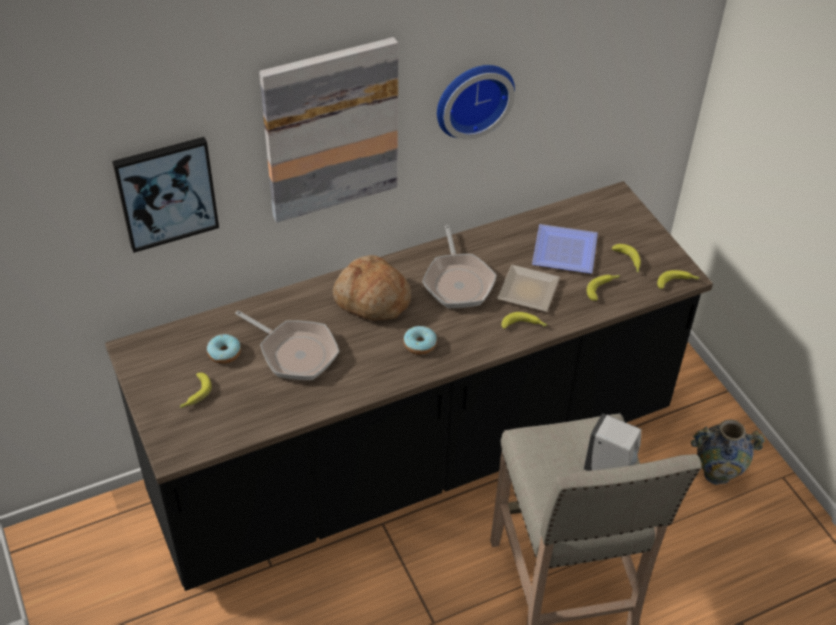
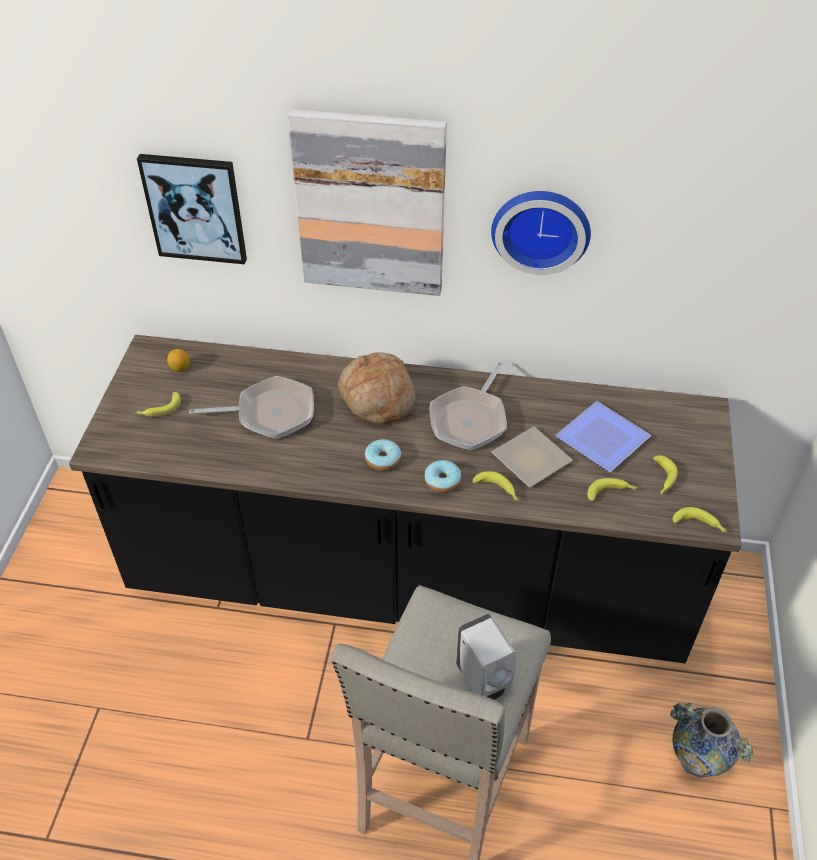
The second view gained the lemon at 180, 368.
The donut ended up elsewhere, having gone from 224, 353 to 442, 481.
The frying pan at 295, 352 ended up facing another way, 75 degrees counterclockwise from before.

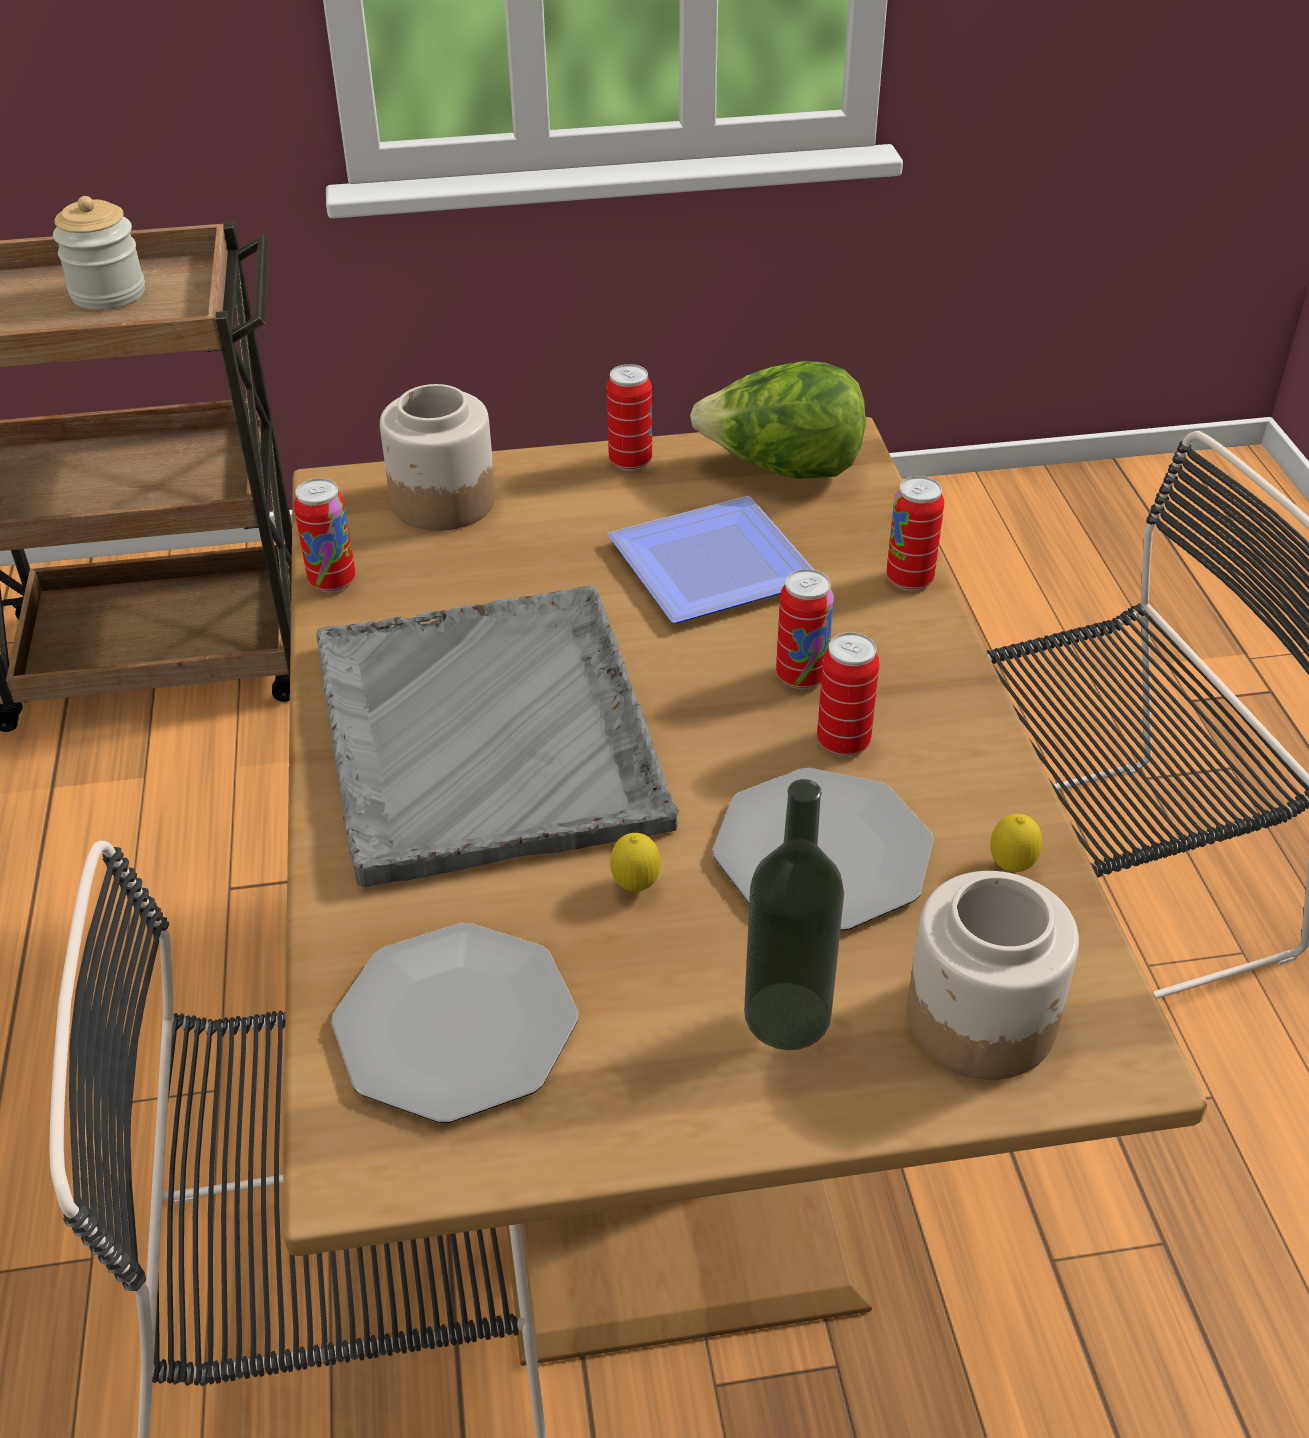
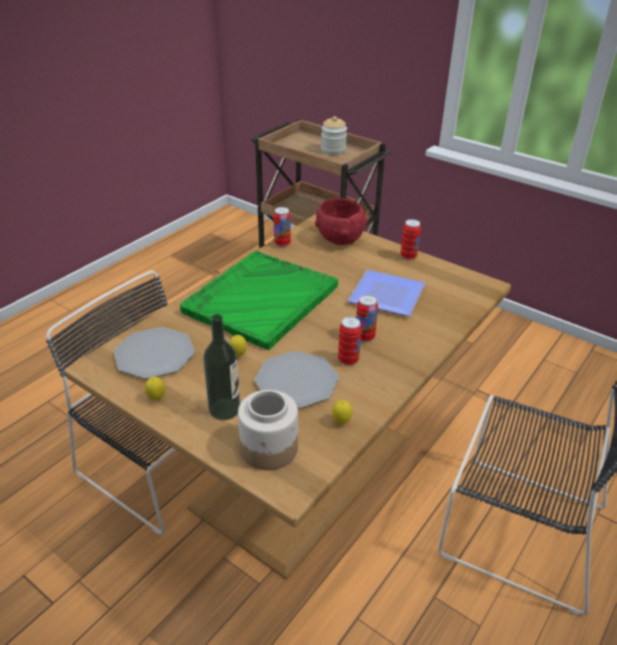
The second view lost the lettuce at 782, 470.
The second view lost the can at 909, 579.
The second view gained the lemon at 156, 398.
Where the jar stood at 442, 501, the bowl/red came to stand at 339, 239.
What was the tray/grey at 487, 737 turned into the tray/green at 260, 300.

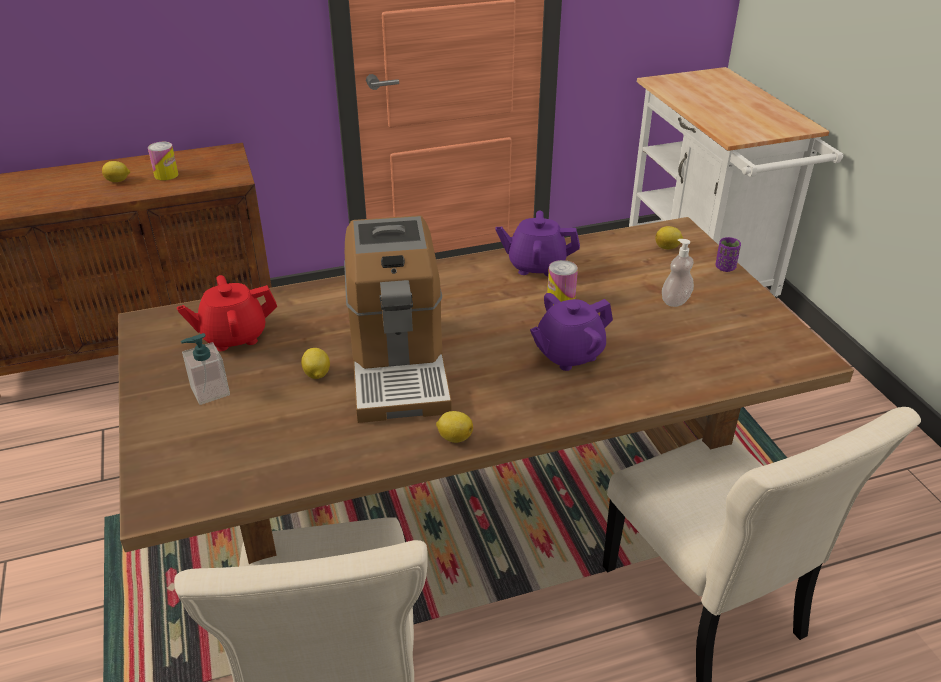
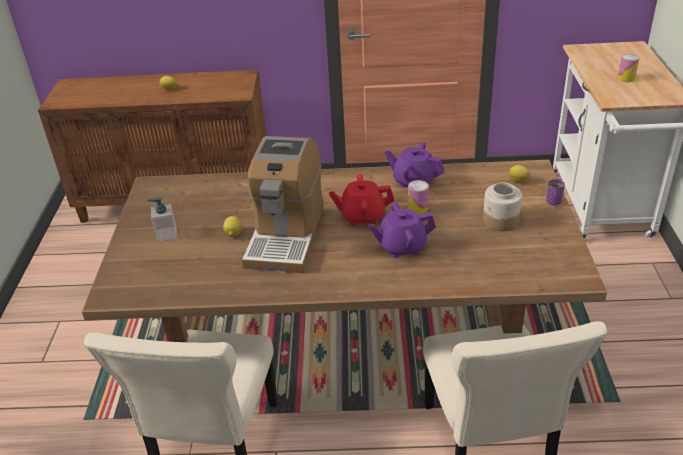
The second view lost the lemon at 454, 437.
The can ended up elsewhere, having gone from 166, 175 to 626, 78.
The teapot/red ended up elsewhere, having gone from 233, 336 to 362, 216.
Where the soap dispenser stood at 675, 301, the jar came to stand at 500, 221.

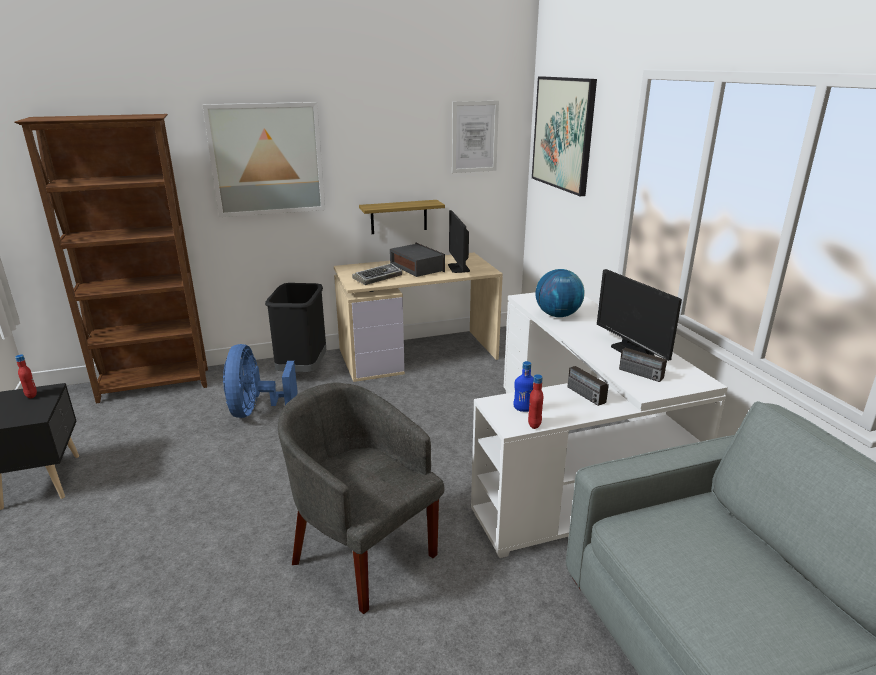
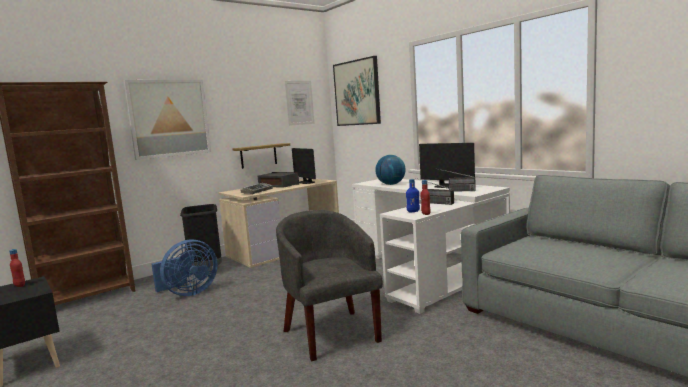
The fan/blue at 256, 410 ended up facing another way, 105 degrees counterclockwise from before.
The armchair/grey at 362, 553 ended up facing another way, 45 degrees clockwise from before.

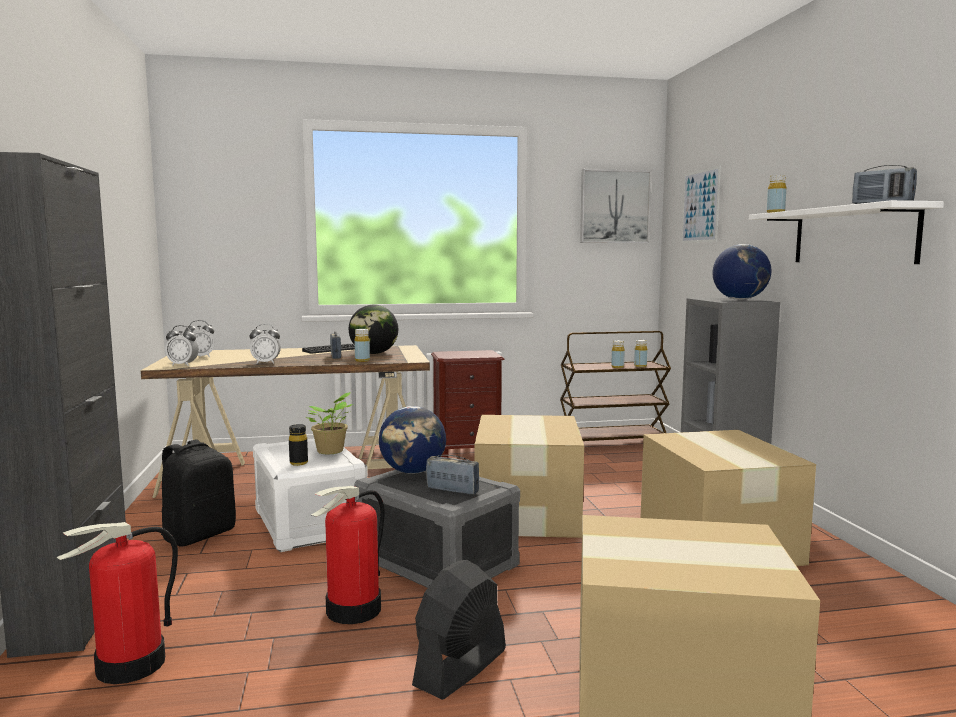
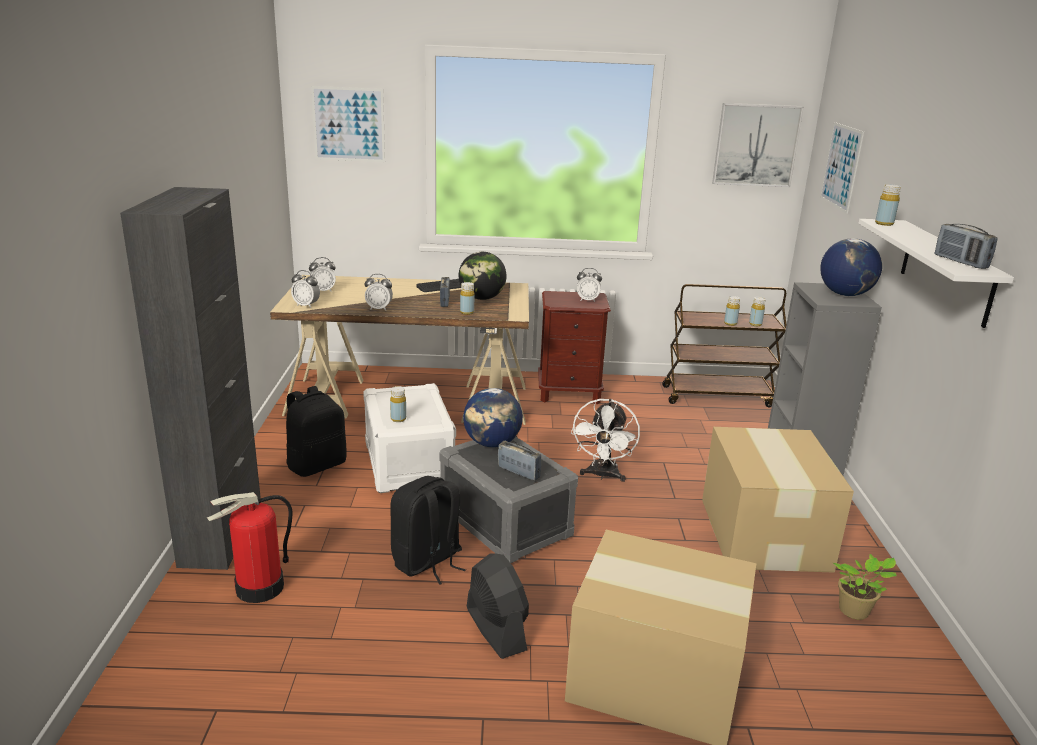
The second view gained the picture at 348, 124.
The second view gained the alarm clock at 587, 300.
The potted plant ended up elsewhere, having gone from 331, 451 to 856, 612.
Where the fire extinguisher stood at 354, 610, the backpack/black came to stand at 427, 562.
Where the cardboard box stood at 528, 512, the fan/white came to stand at 602, 475.
What was the bottle/black at 298, 463 turned into the bottle/yellow at 398, 419.
The fan/black at 460, 667 ended up facing another way, 105 degrees clockwise from before.

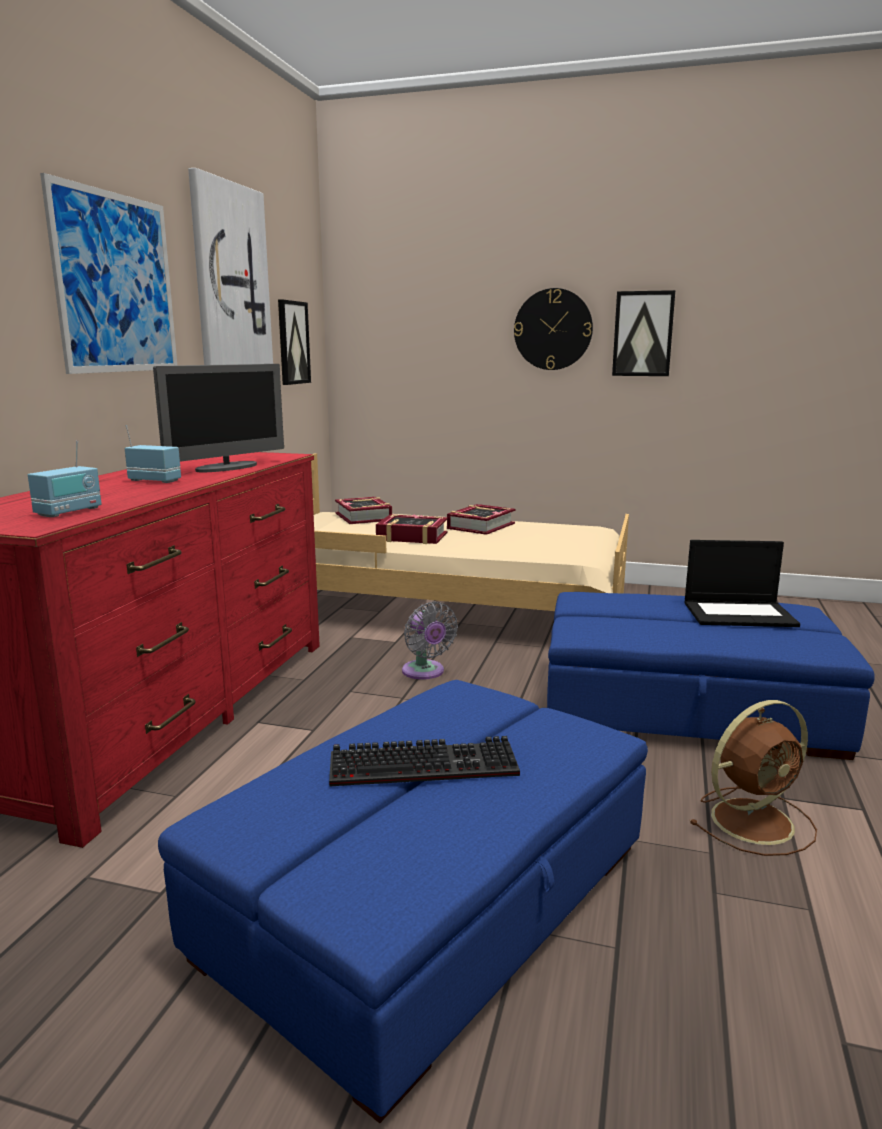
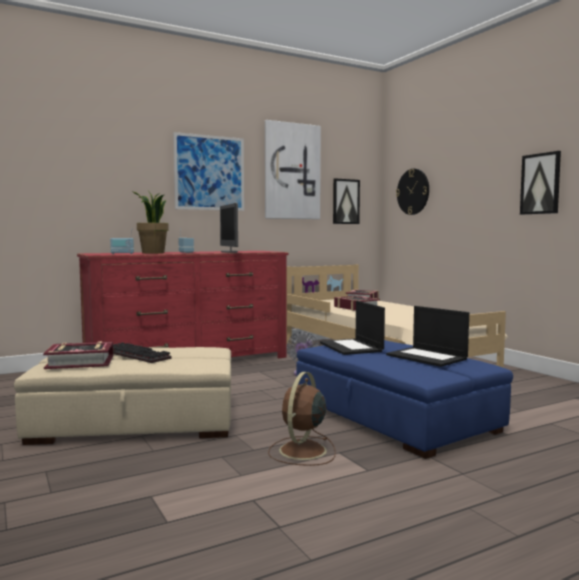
The second view gained the potted plant at 152, 253.
The second view gained the laptop at 352, 347.
The book ended up elsewhere, having gone from 480, 526 to 80, 362.
The wall clock ended up elsewhere, having gone from 553, 329 to 413, 191.
What was the ottoman/blue at 428, 899 turned into the ottoman/beige at 137, 420.
The monitor at 227, 467 ended up facing another way, 75 degrees clockwise from before.
The fan/brown at 755, 820 ended up facing another way, 90 degrees clockwise from before.

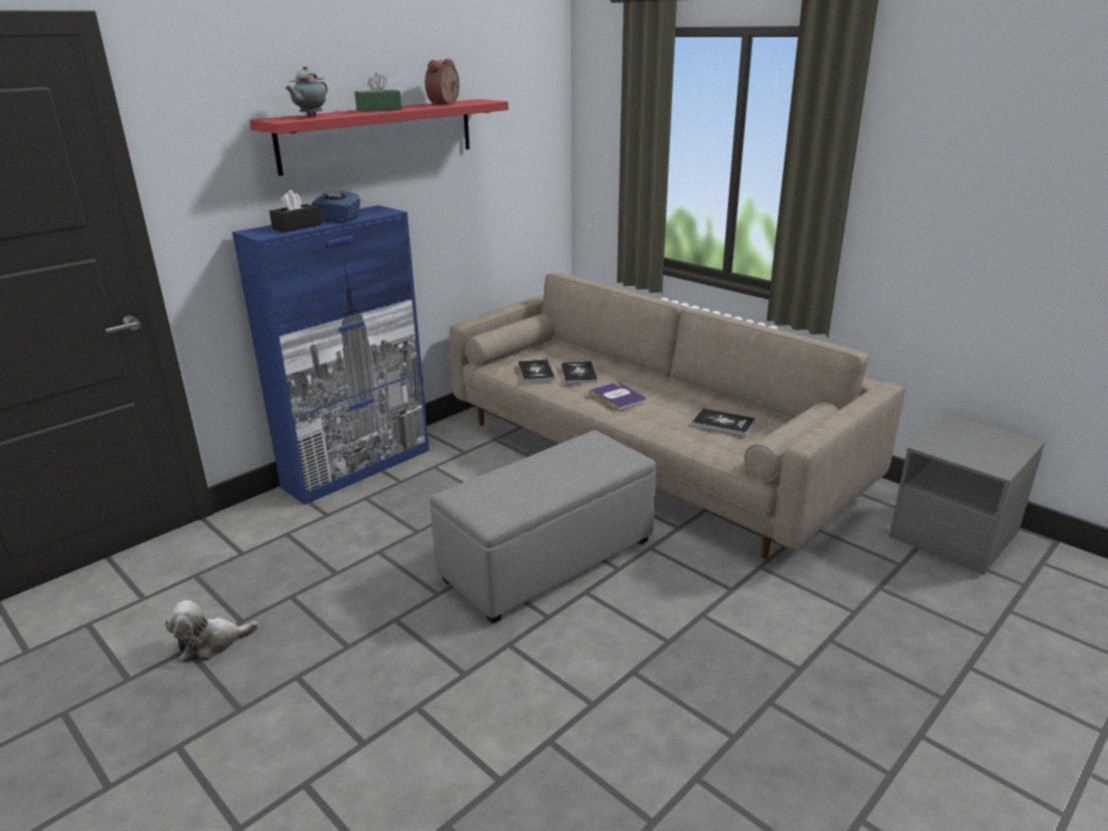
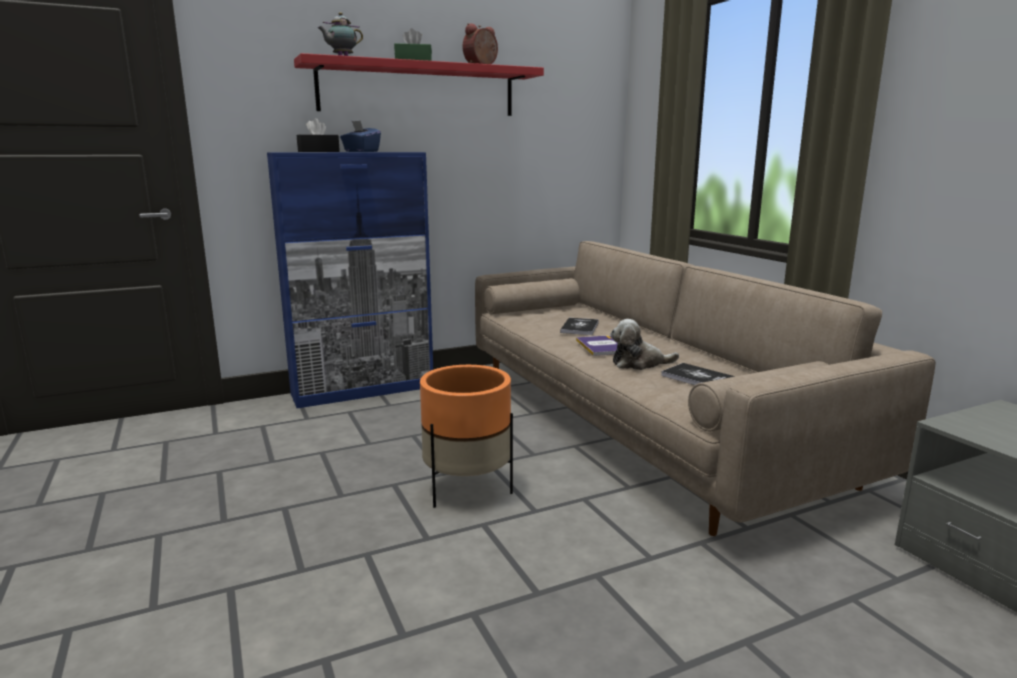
The second view lost the book at 536, 372.
The plush toy ended up elsewhere, having gone from 211, 644 to 639, 363.
Where the ottoman/grey stood at 547, 560, the planter/orange came to stand at 467, 489.

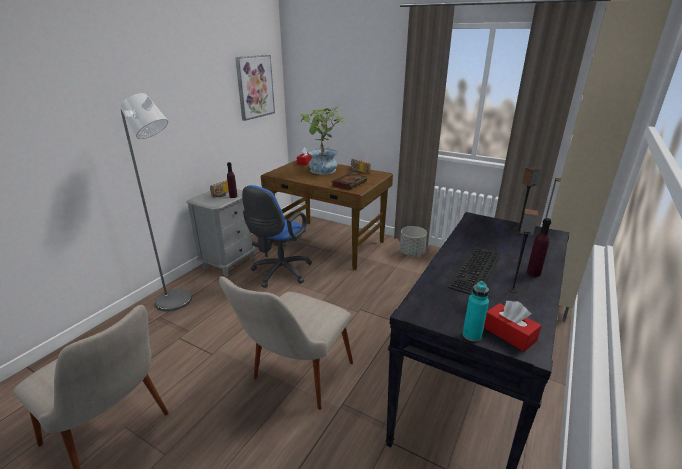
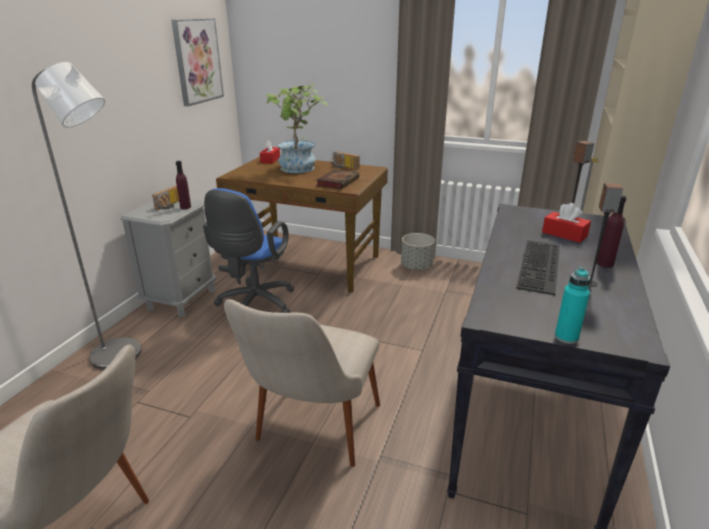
The tissue box/red ended up elsewhere, having gone from 509, 334 to 564, 234.

